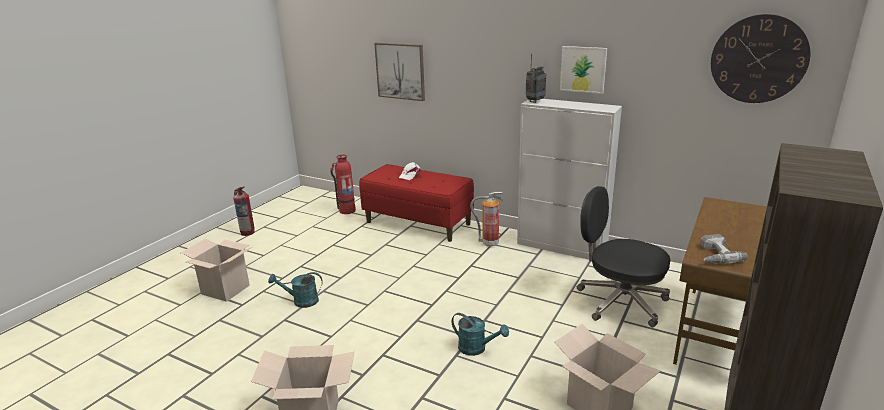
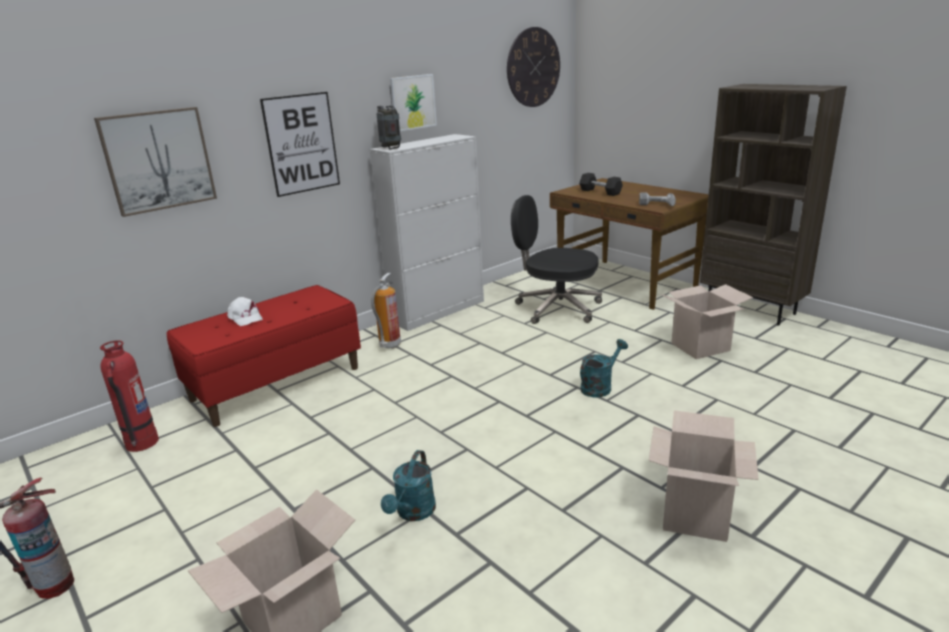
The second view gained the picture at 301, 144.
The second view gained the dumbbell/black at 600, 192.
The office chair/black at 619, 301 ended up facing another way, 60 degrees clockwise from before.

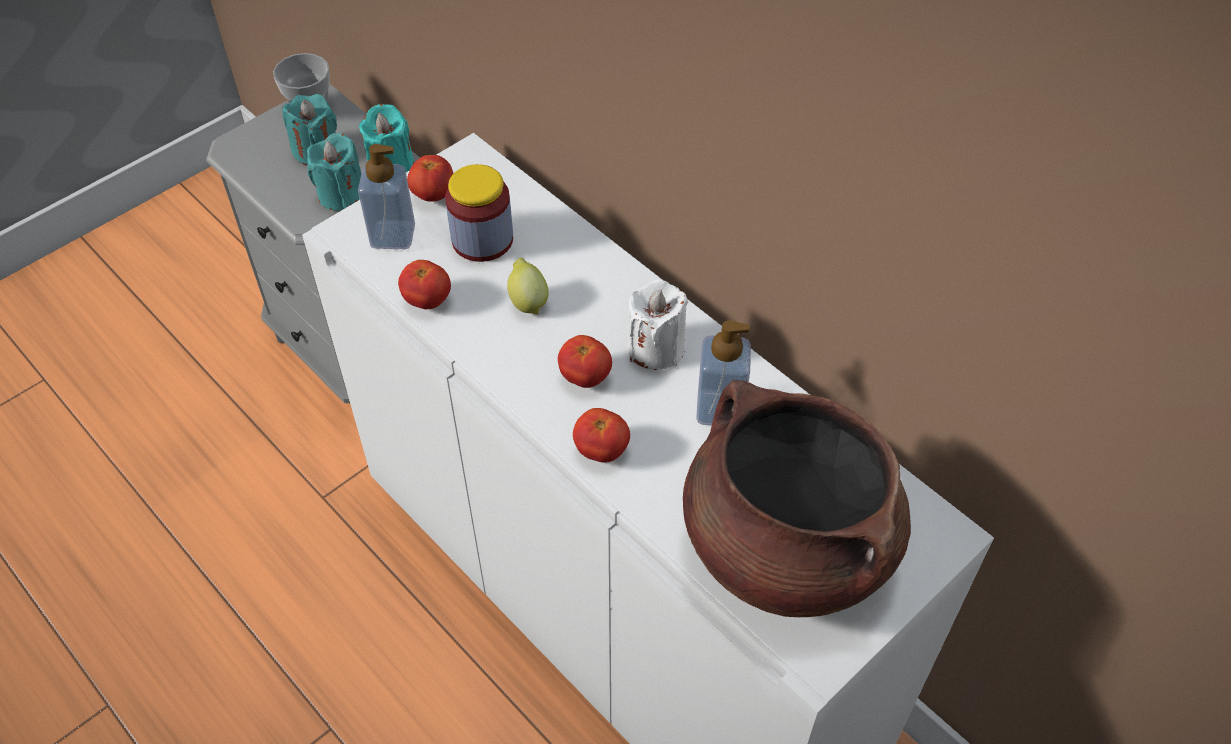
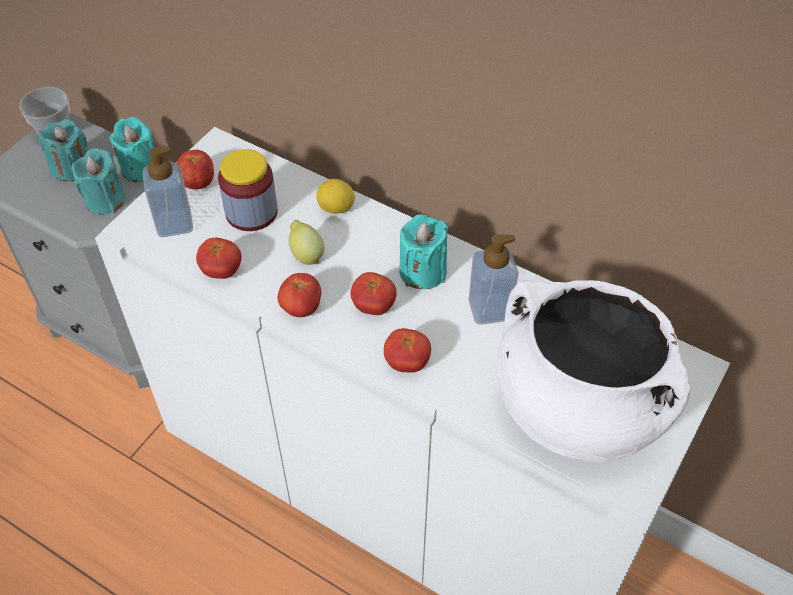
The second view gained the tomato at 301, 308.
The second view gained the lemon at 336, 208.
What was the candle/white at 656, 348 turned into the candle/turquoise at 423, 271.
What was the cooking pot/brown at 785, 547 turned into the cooking pot/white at 577, 407.

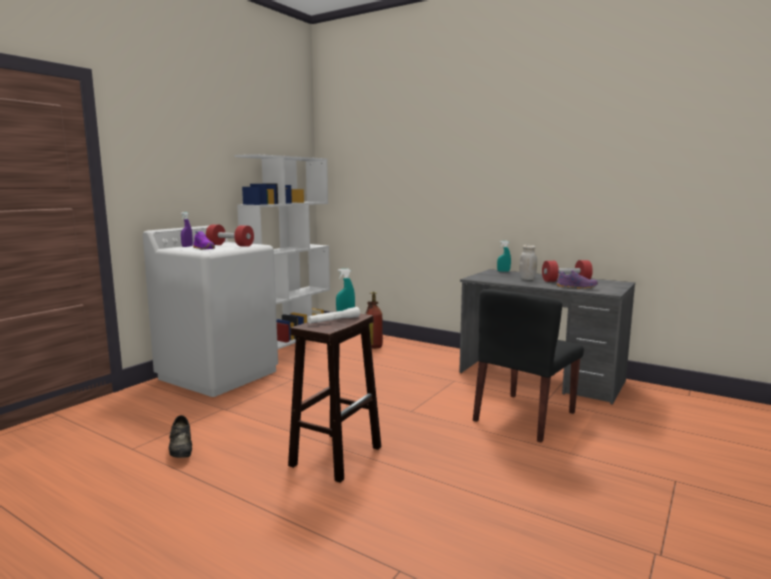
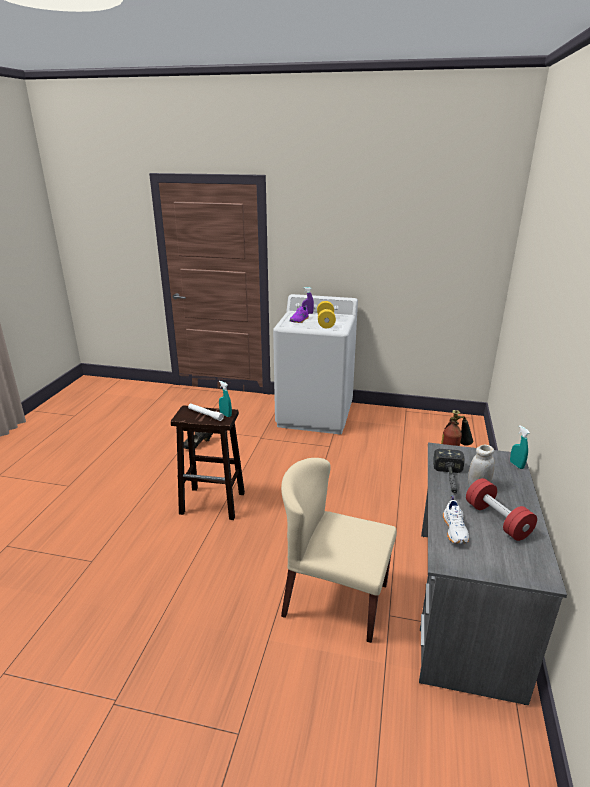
The second view lost the bookcase/white at 290, 338.
The second view gained the hammer at 450, 481.
What was the dumbbell/red at 230, 245 turned into the dumbbell/yellow at 325, 322.
What was the chair/black at 524, 417 turned into the chair/beige at 334, 599.
What was the shoe/purple at 576, 287 turned into the shoe/white at 455, 530.

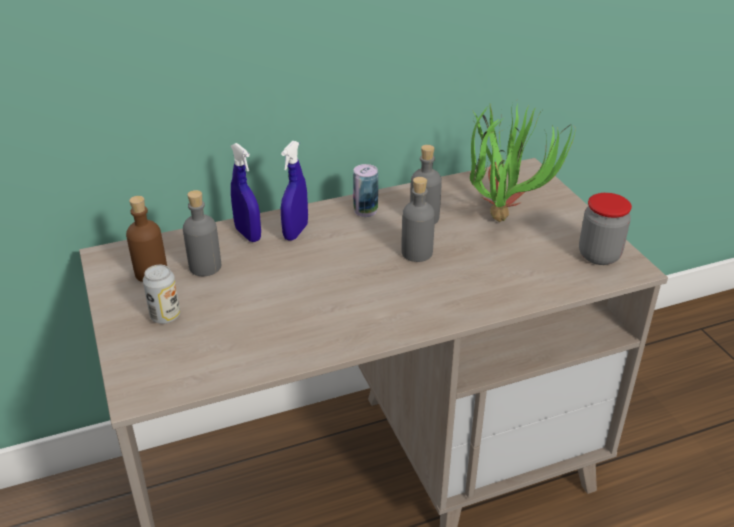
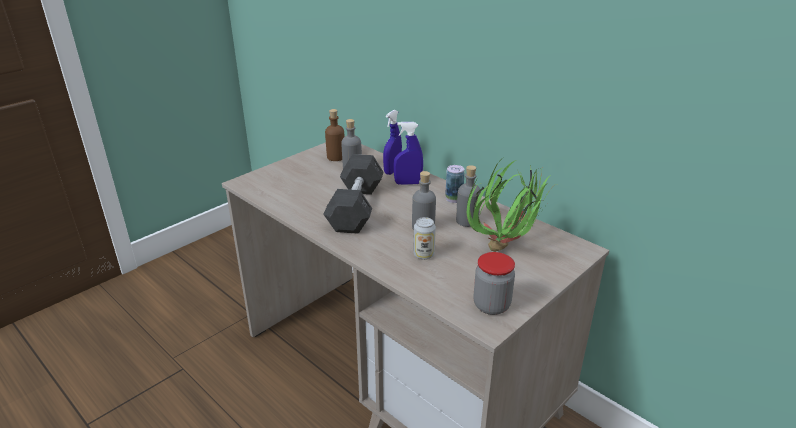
The second view gained the dumbbell/grey at 355, 208.
The can ended up elsewhere, having gone from 165, 316 to 424, 255.

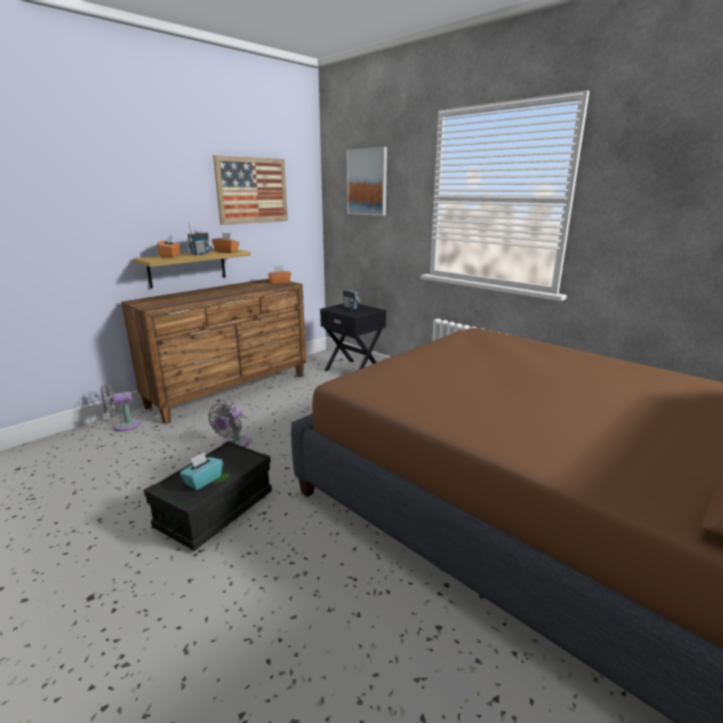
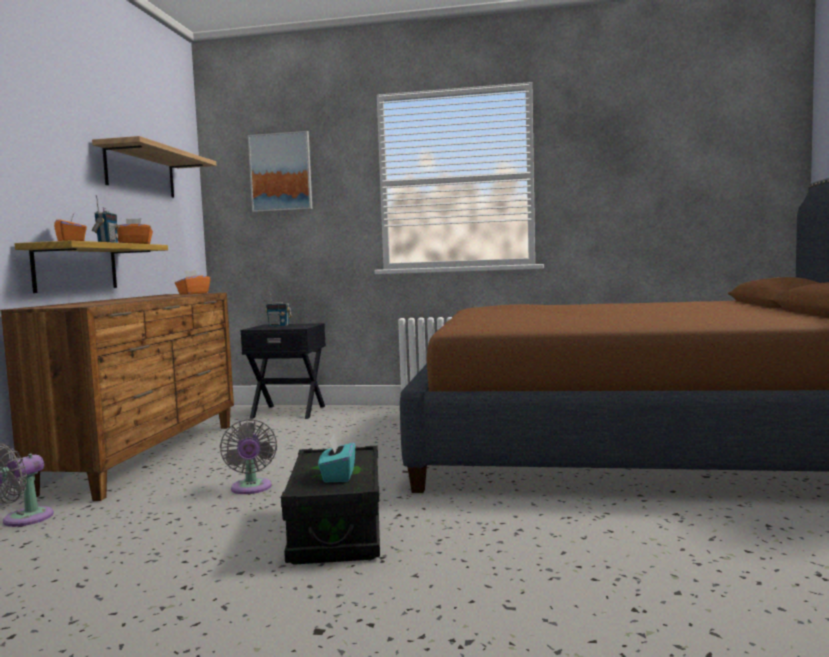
Where the picture hung at 252, 190, the shelf came to hang at 140, 172.

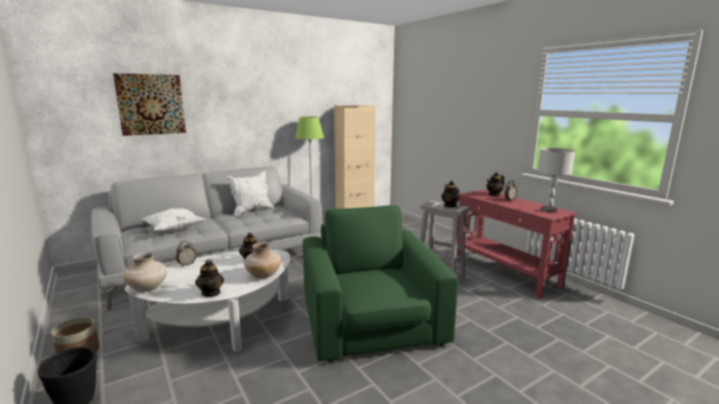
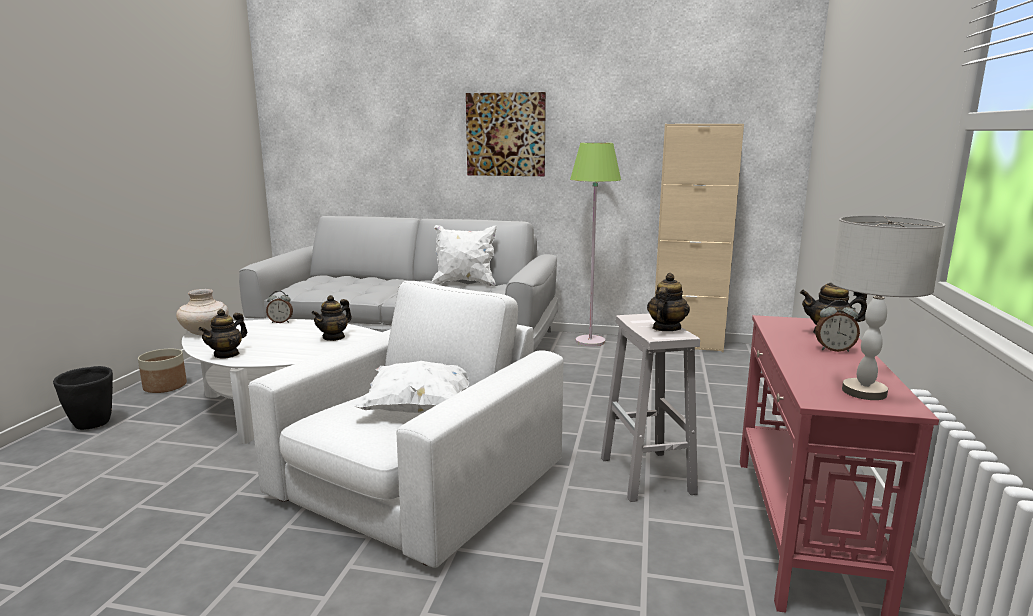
The second view lost the vase/beige at 263, 275.
The picture ended up elsewhere, having gone from 151, 104 to 506, 134.
The pillow/white ended up elsewhere, having gone from 174, 230 to 419, 410.
What was the armchair/green at 372, 320 turned into the armchair/white at 417, 483.

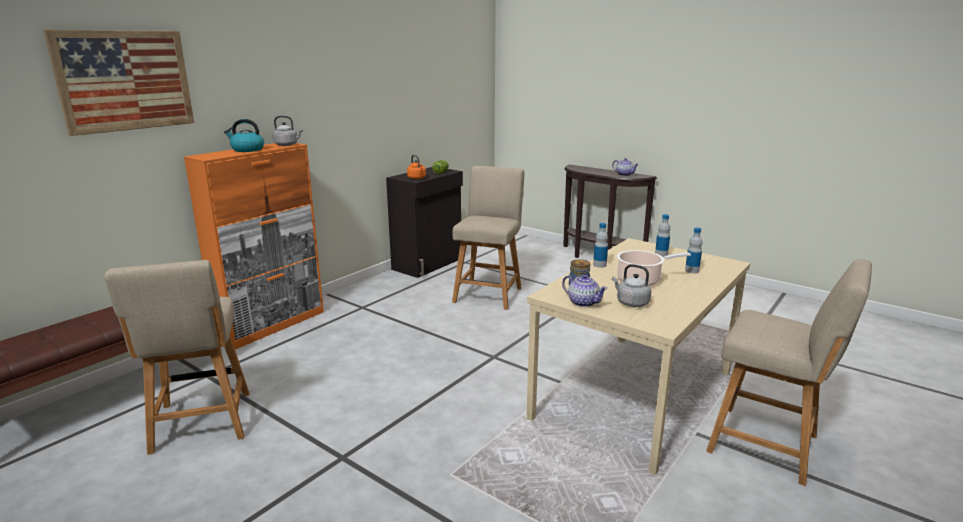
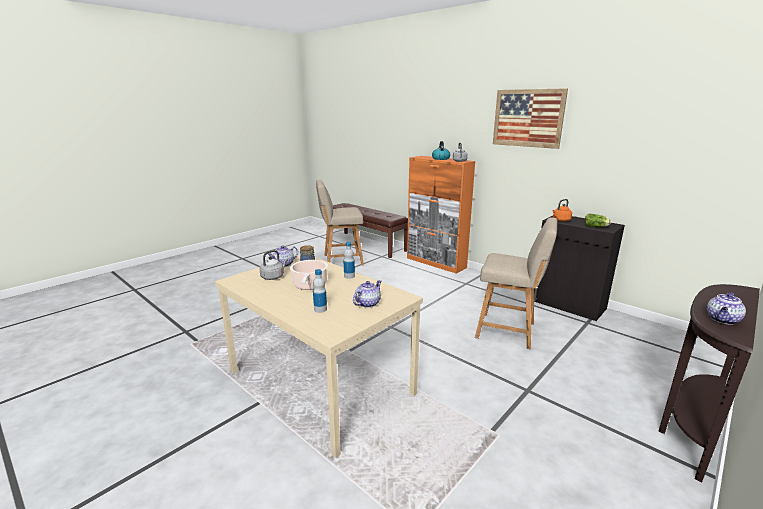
The second view lost the chair/beige at 769, 446.
The picture ended up elsewhere, having gone from 125, 80 to 528, 118.
Where the bottle stood at 661, 255, the teapot came to stand at 367, 303.

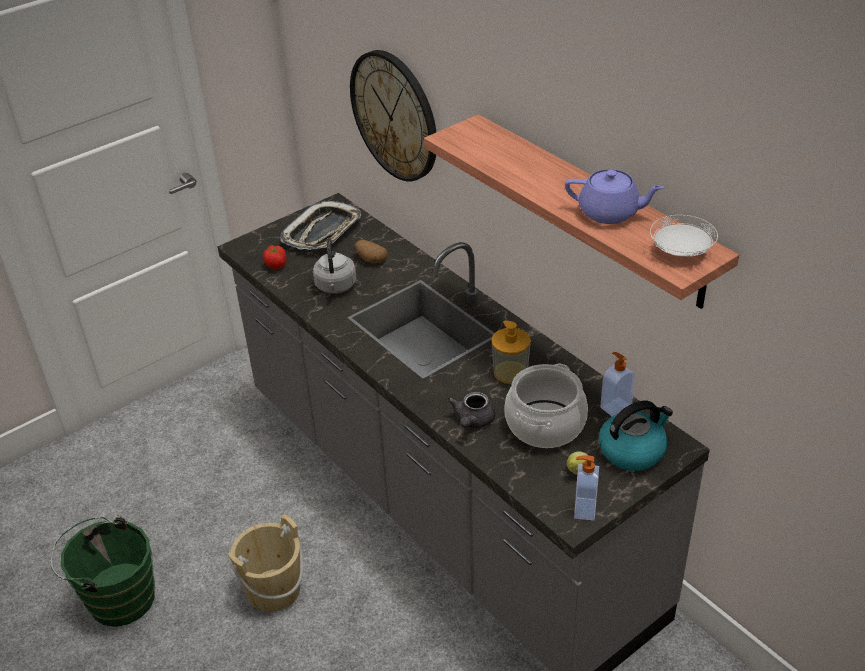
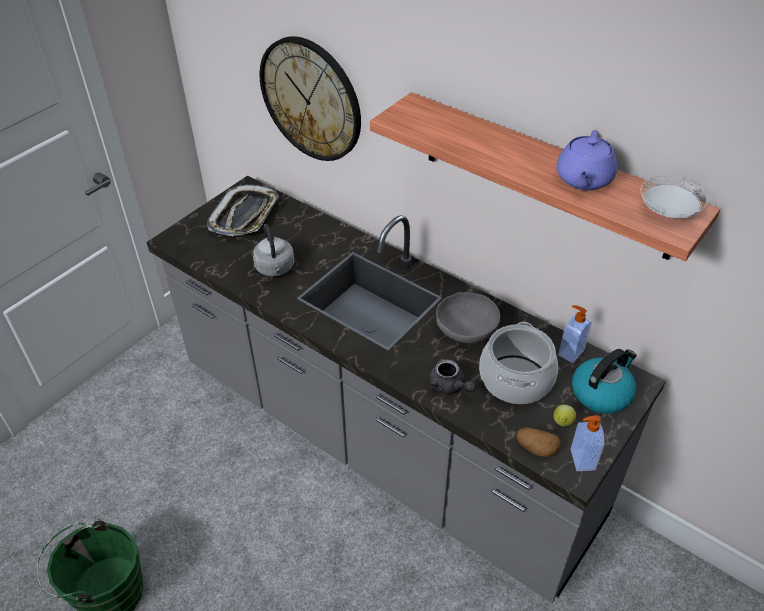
The second view lost the bucket/beige at 273, 589.
The second view lost the tomato at 276, 265.
The potato ended up elsewhere, having gone from 370, 259 to 536, 448.
Where the soap dispenser stood at 510, 372, the bowl/grey came to stand at 466, 332.
The teapot/grey at 472, 421 ended up facing another way, 45 degrees counterclockwise from before.
The teapot/purple at 610, 213 ended up facing another way, 105 degrees clockwise from before.

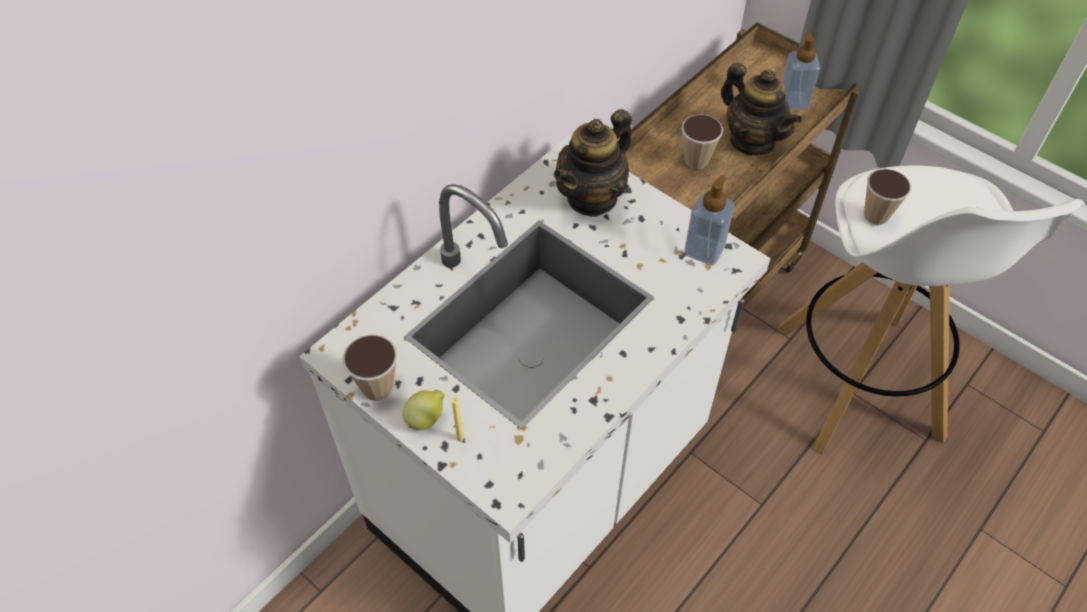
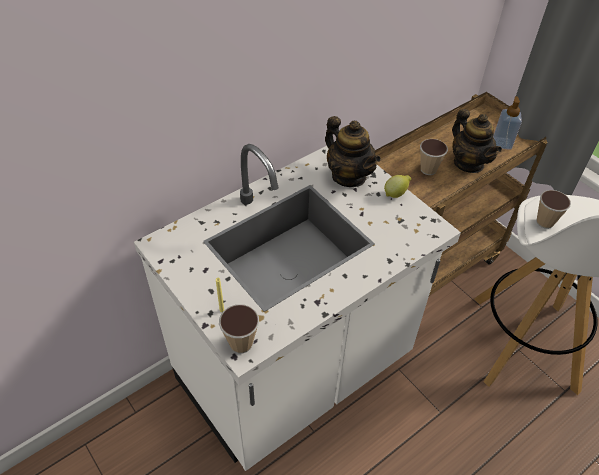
The second view lost the soap dispenser at 704, 250.
The cup ended up elsewhere, having gone from 377, 387 to 241, 343.
The lemon ended up elsewhere, having gone from 426, 419 to 396, 194.
The teapot at 592, 197 ended up facing another way, 90 degrees counterclockwise from before.

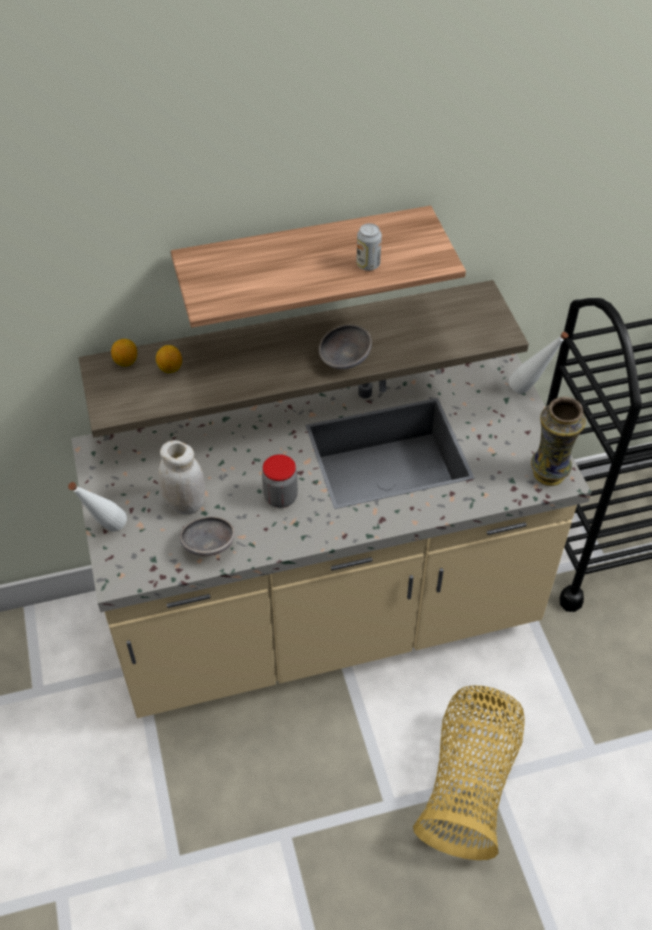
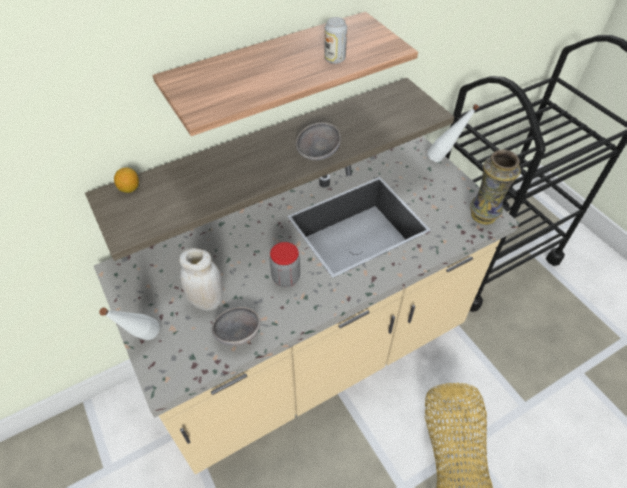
The second view lost the lemon at 170, 368.

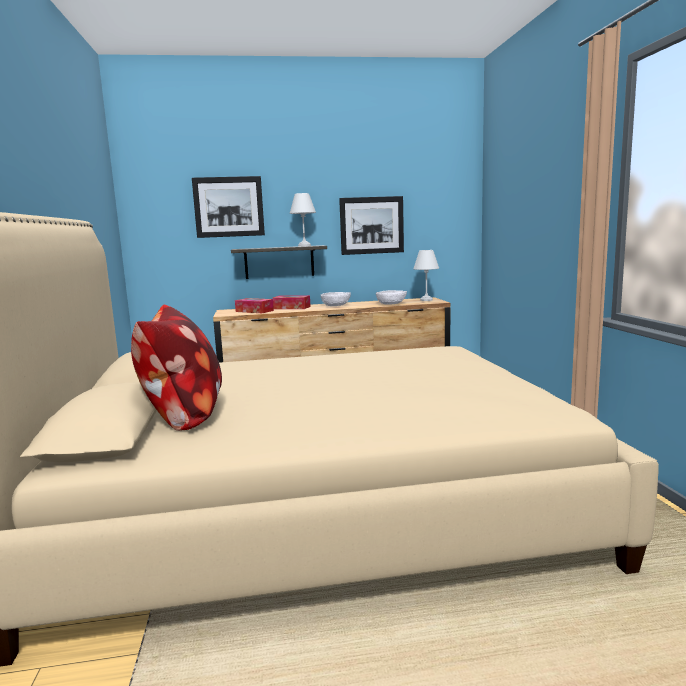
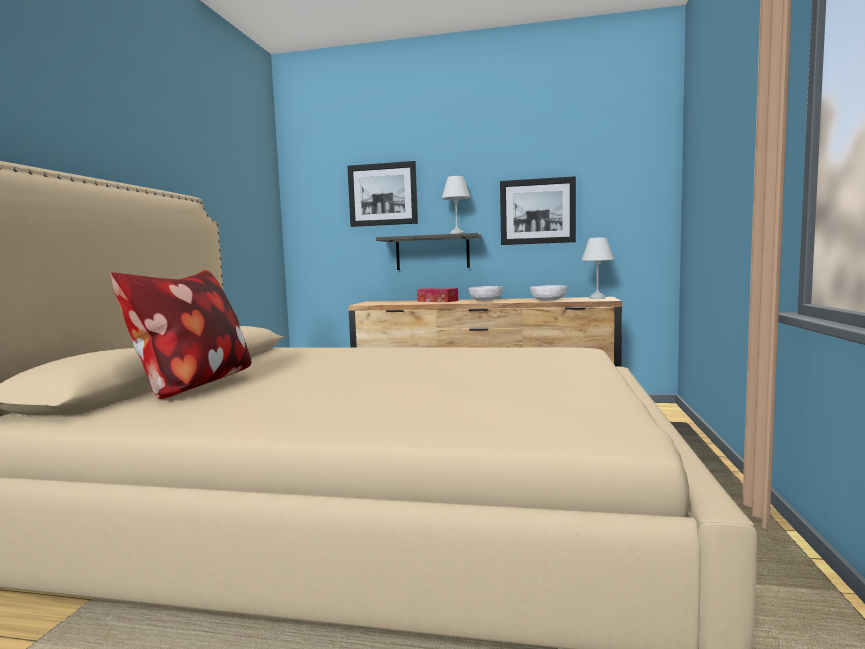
The second view lost the tissue box at 254, 311.

